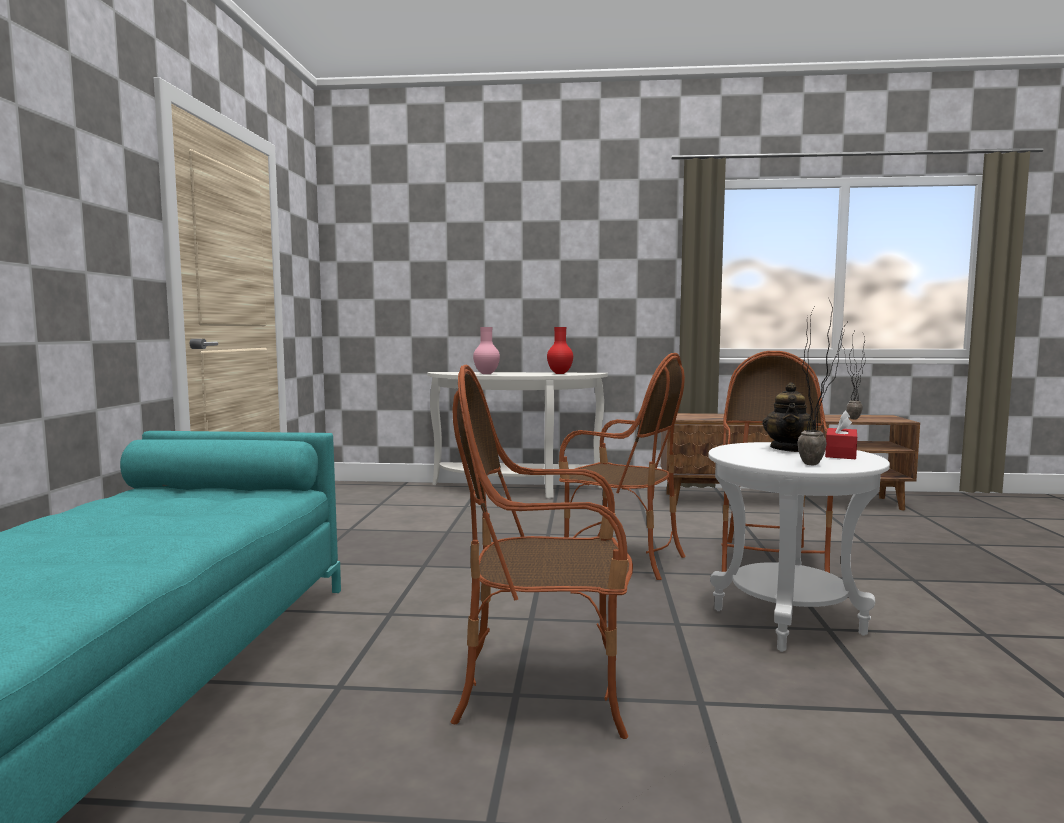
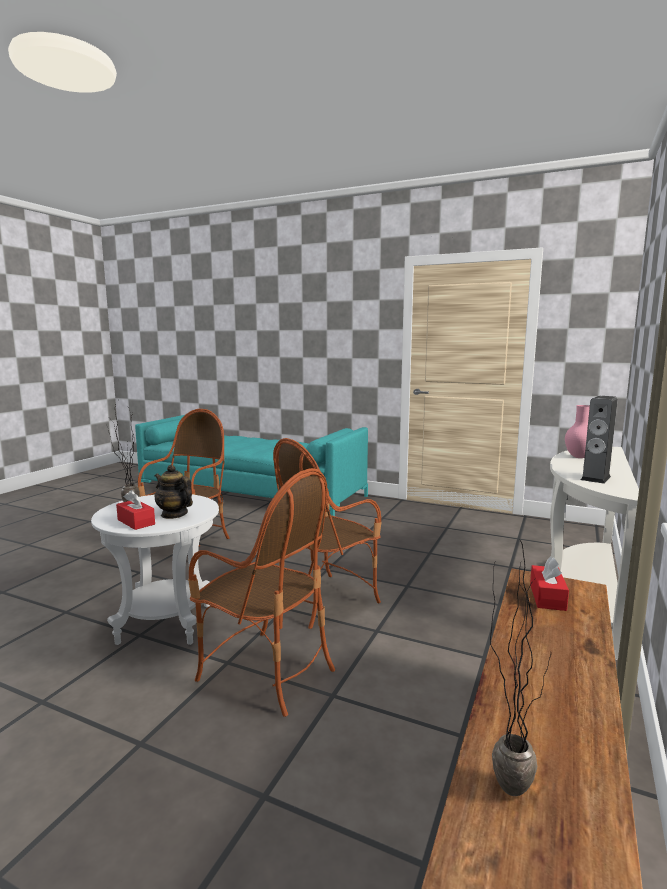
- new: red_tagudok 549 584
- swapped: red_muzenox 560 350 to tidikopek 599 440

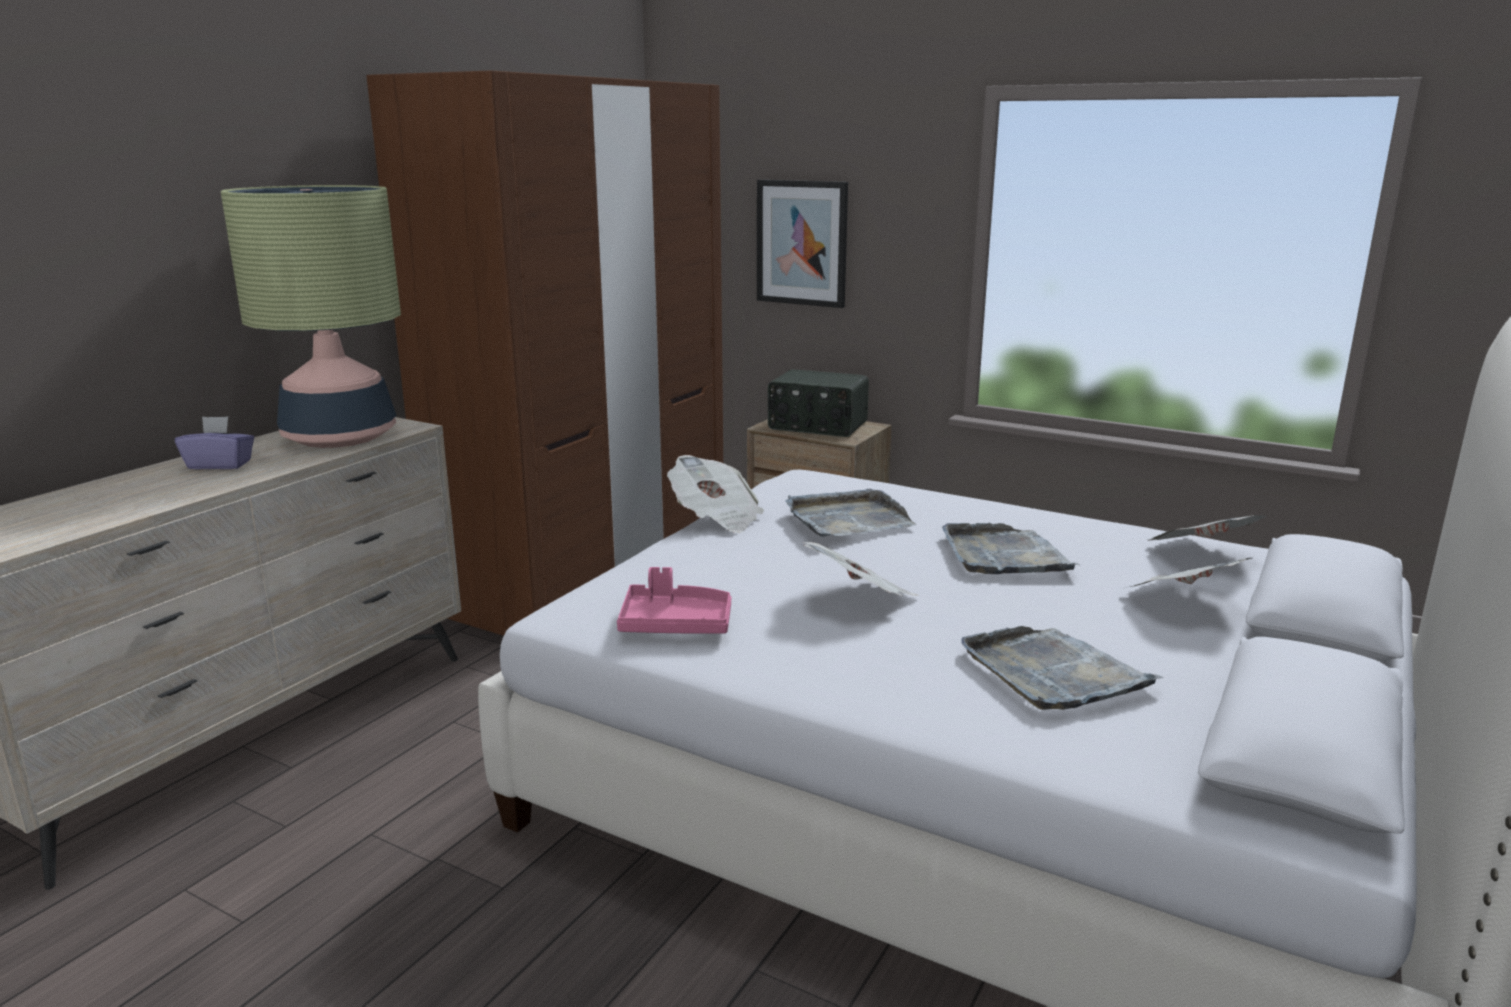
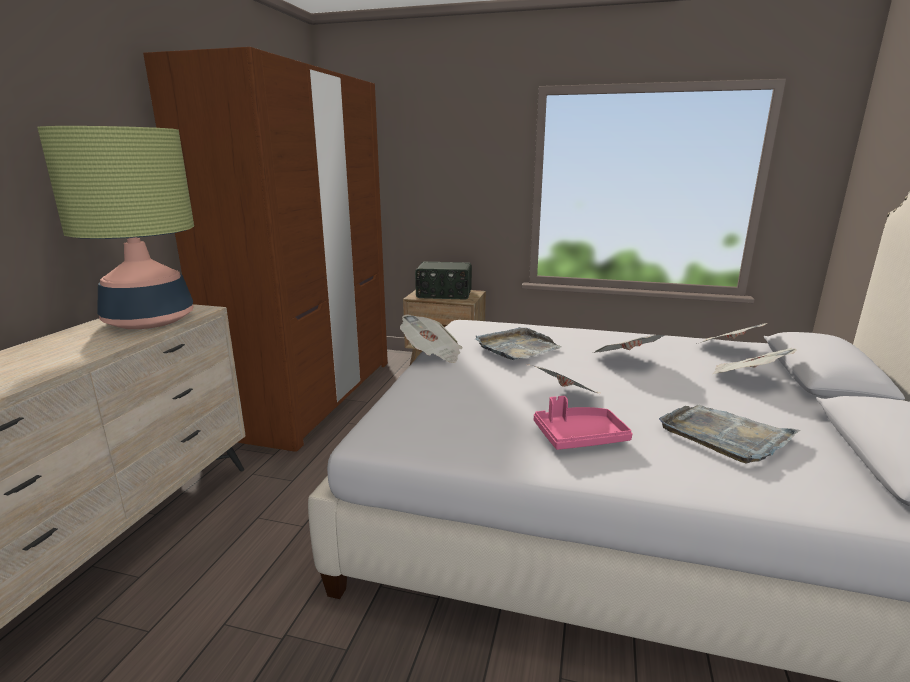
- shifted: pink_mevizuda 674 600 to 583 423
- swapped: grey_mevizuda 1010 548 to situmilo 628 344
- gone: purple_tagudok 214 442
- gone: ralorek 802 244

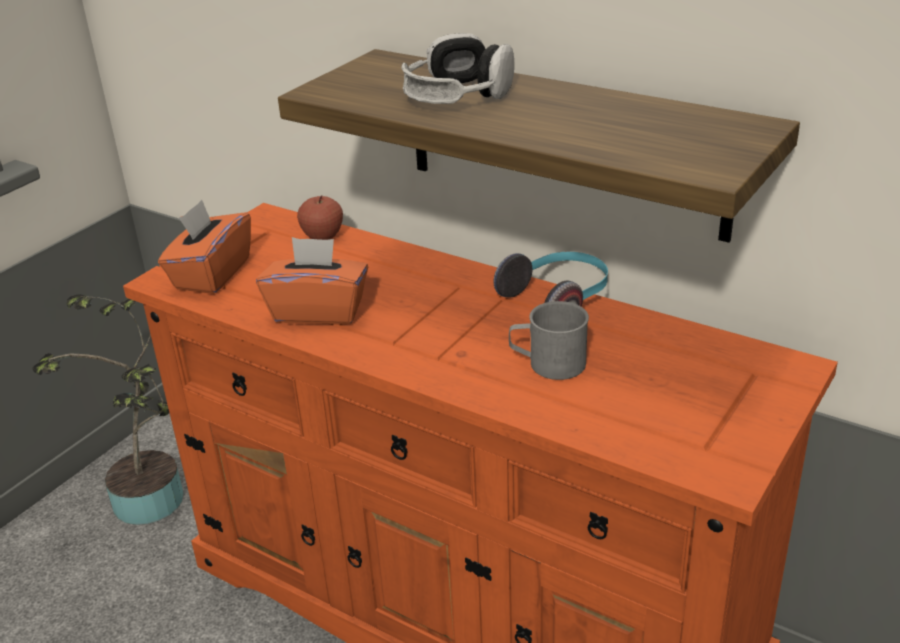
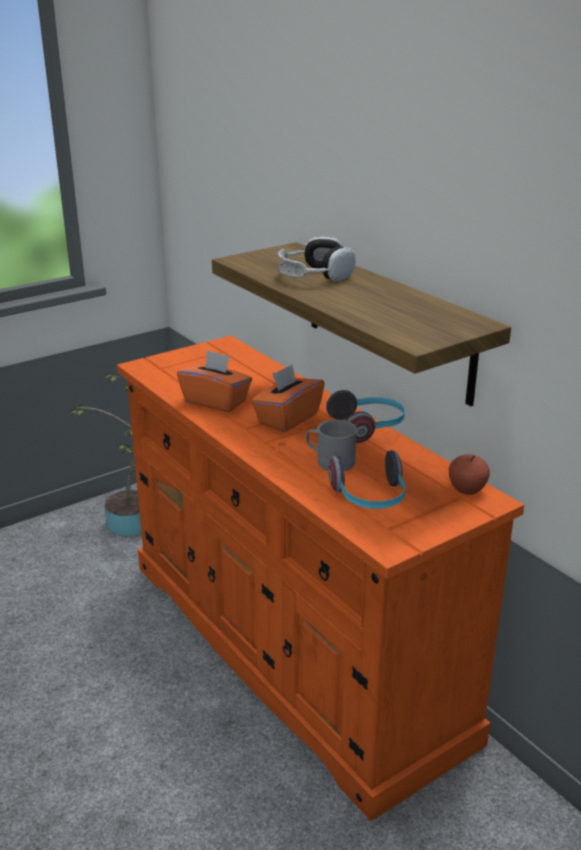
- shifted: orange_tagudok 204 247 to 288 398
- new: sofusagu 367 479
- shifted: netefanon 320 217 to 469 475

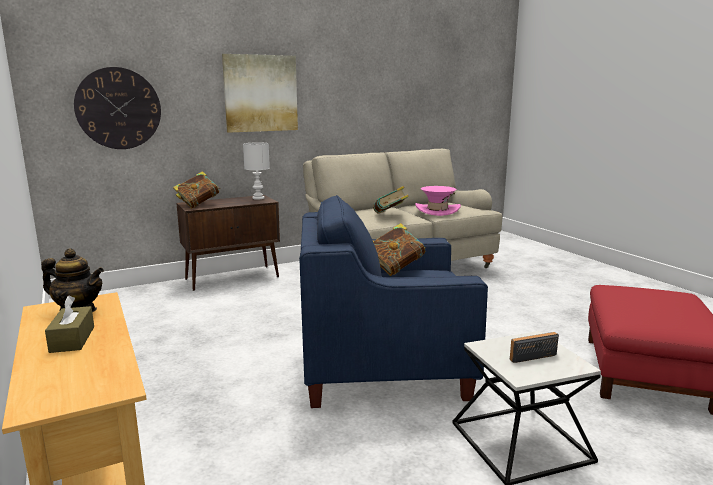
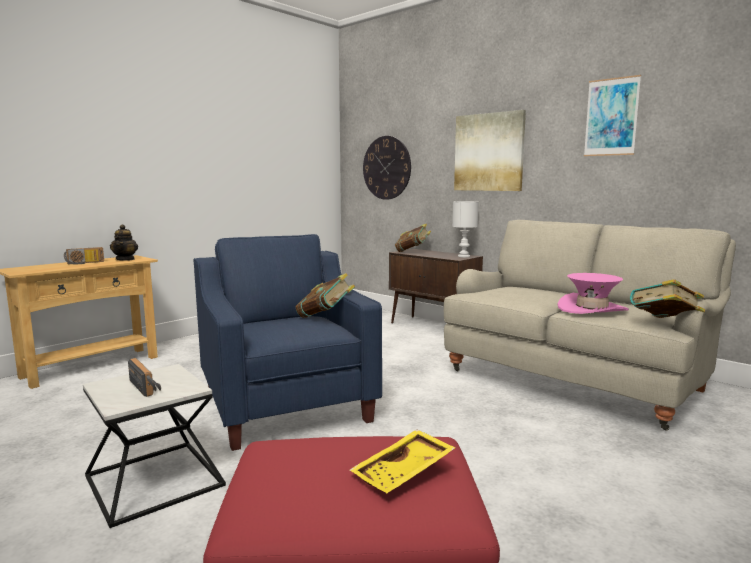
- swapped: brown_tagudok 69 324 to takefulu 84 255
- new: yellow_mevizuda 402 461
- new: ralorek 612 115
- shifted: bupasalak 391 199 to 667 298

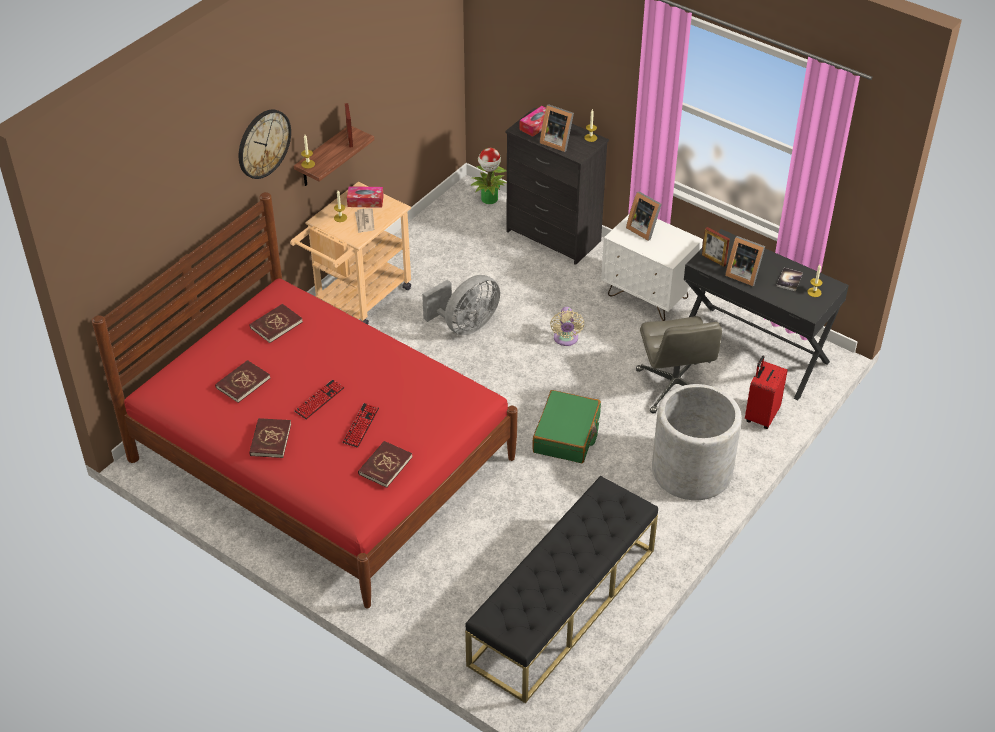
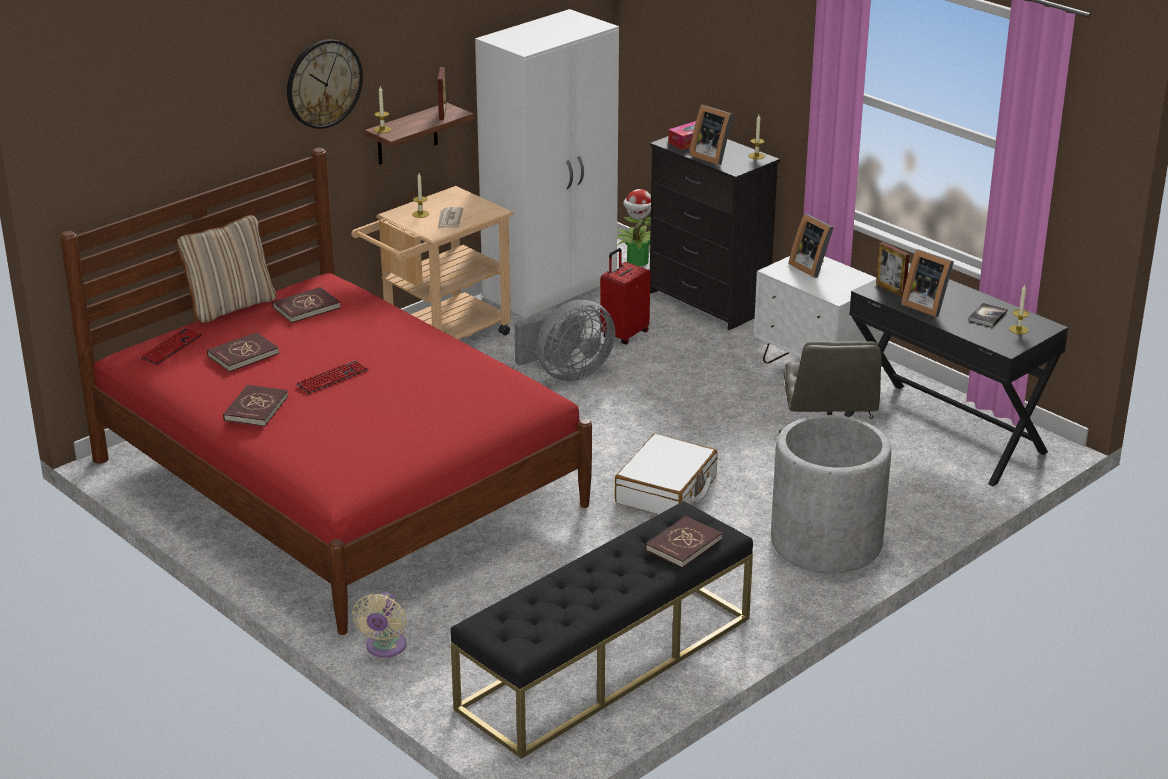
- shifted: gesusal 360 425 to 171 346
- new: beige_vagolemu 226 269
- shifted: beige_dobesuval 567 326 to 379 624
- new: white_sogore 547 164
- shifted: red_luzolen 766 392 to 625 296
- repainted: green_luzolen 566 426 to white_luzolen 666 474
- shifted: red_bupasalak 385 464 to 683 542
- gone: tagudok 365 197

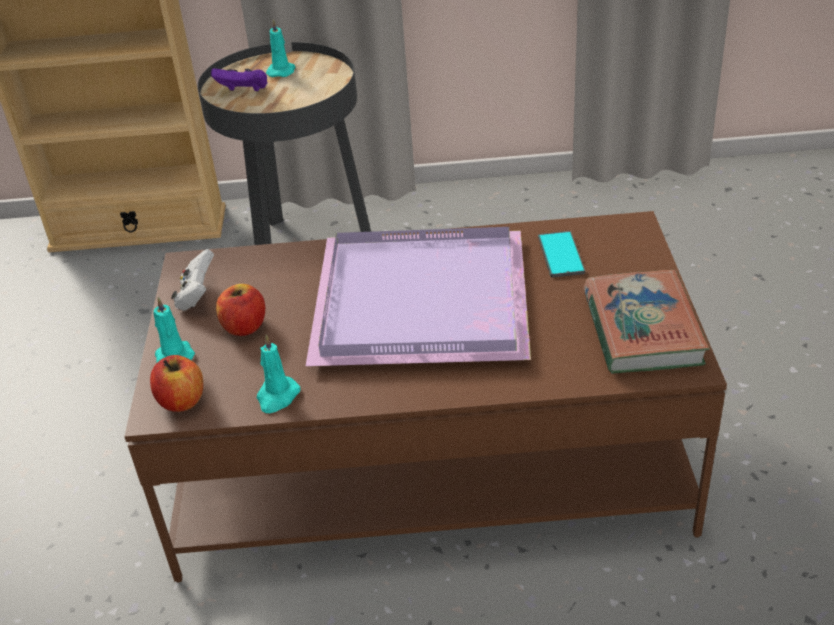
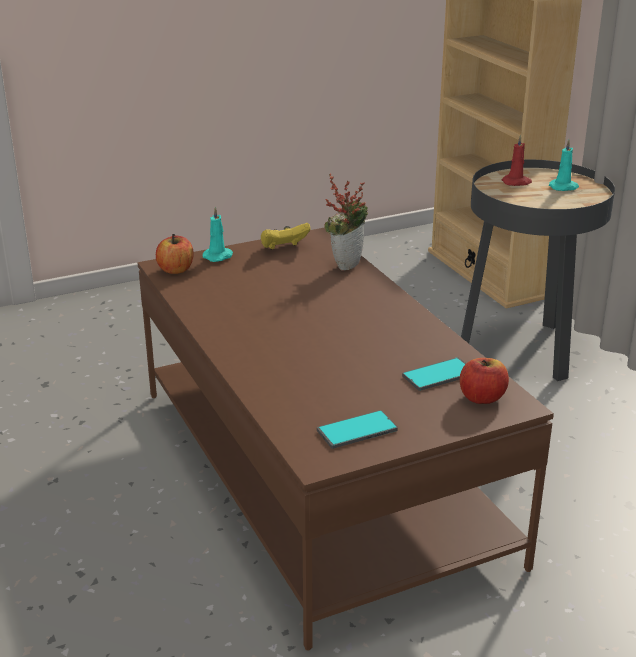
- repainted: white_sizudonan 192 280 to yellow_sizudonan 286 236
- swapped: bupasalak 647 322 to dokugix 357 429
- new: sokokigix 346 222
- shifted: netefanon 240 310 to 484 381
- swapped: purple_sizudonan 239 79 to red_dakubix 517 160
- gone: turquoise_dakubix 279 374
- gone: purple_mevizuda 418 296

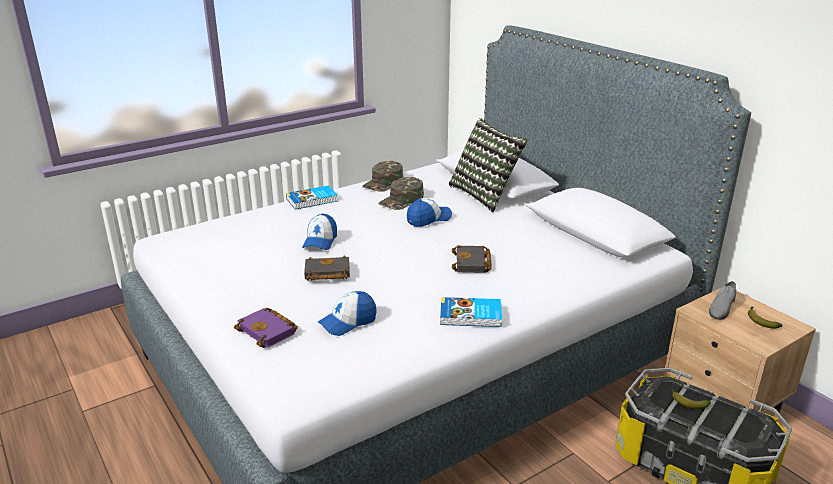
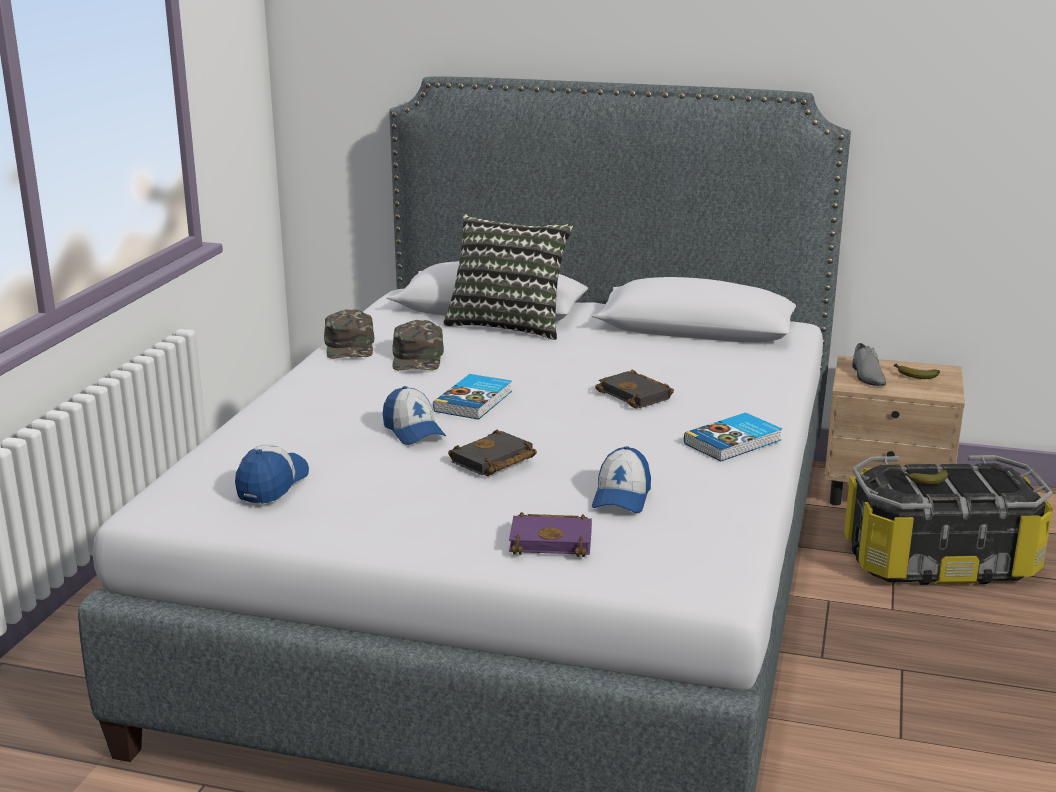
- shifted: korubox 429 212 to 272 474
- shifted: bupasalak 312 198 to 472 397

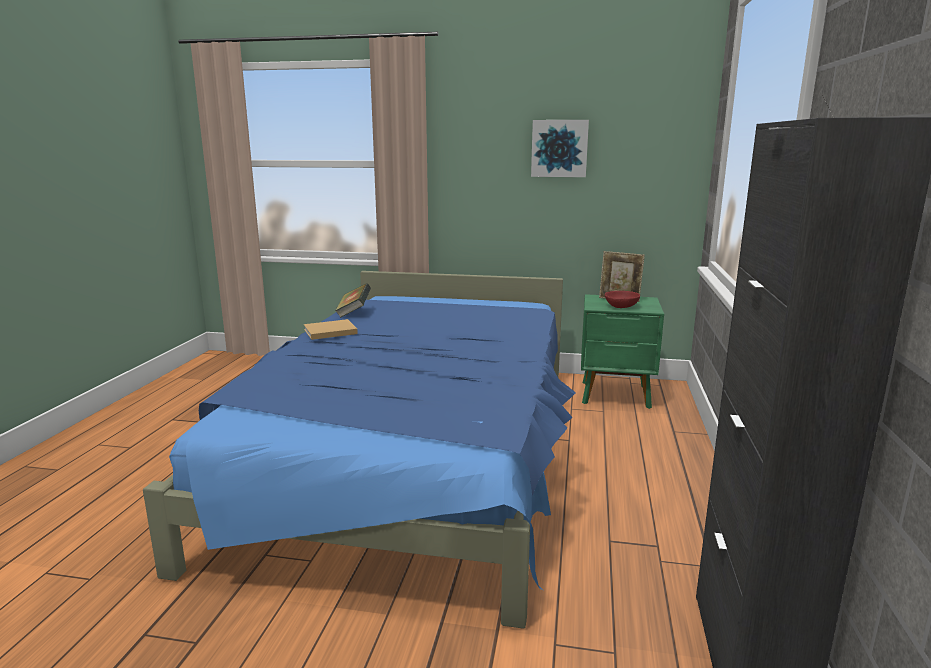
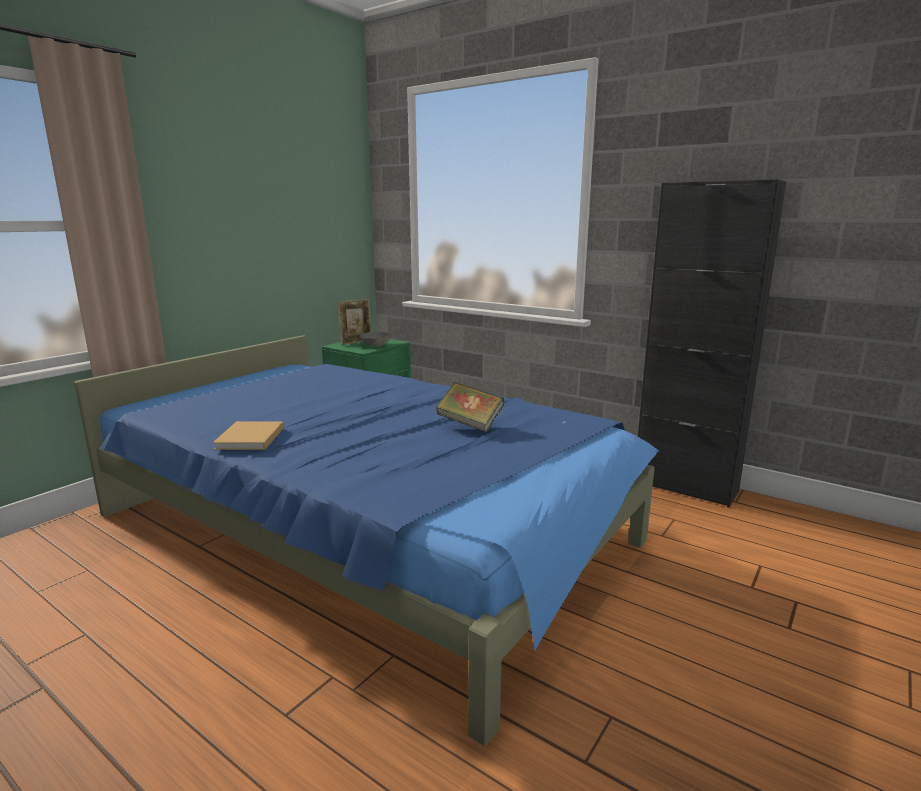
- repainted: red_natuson 622 299 to grey_natuson 375 339
- shifted: bupasalak 353 300 to 470 407
- gone: ralorek 560 148

